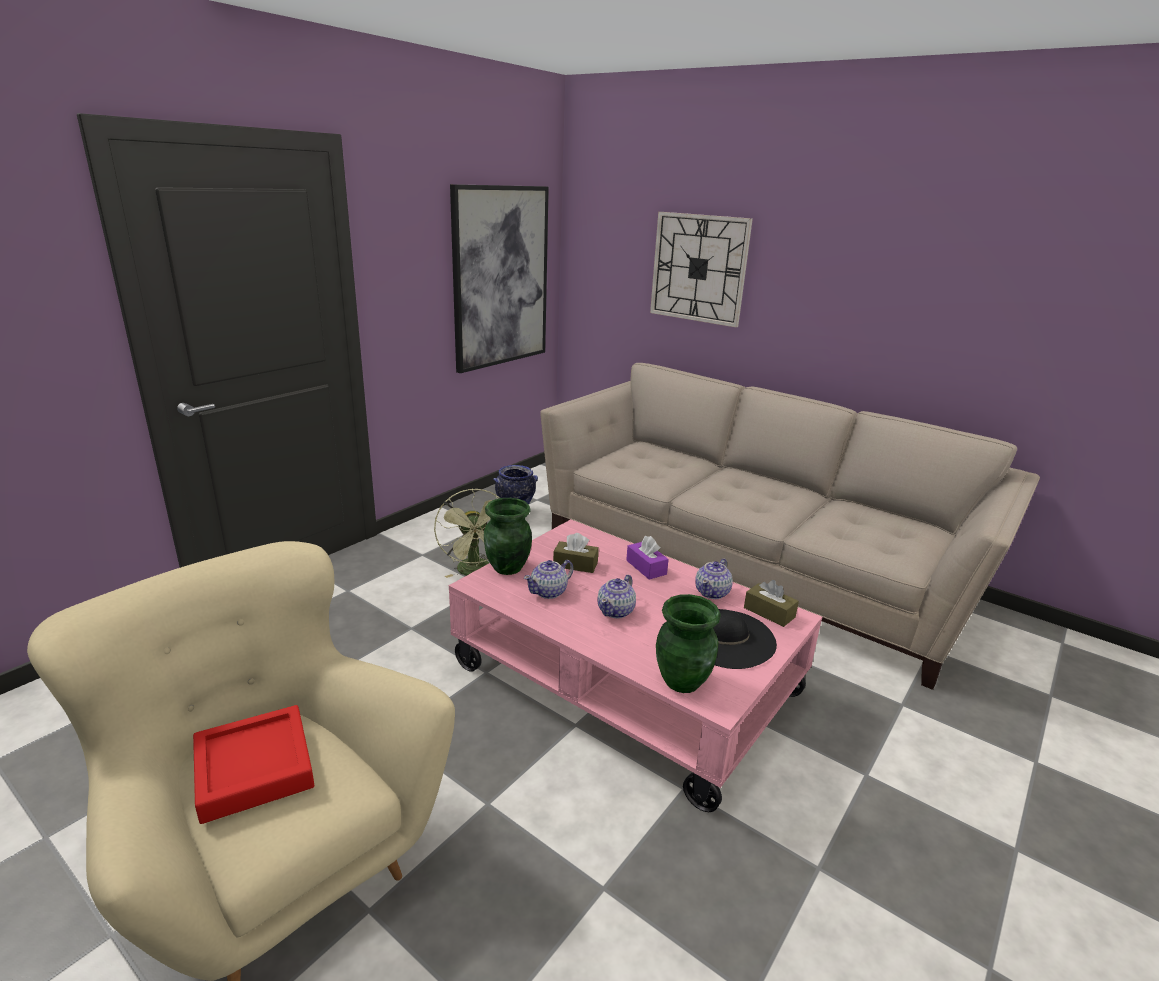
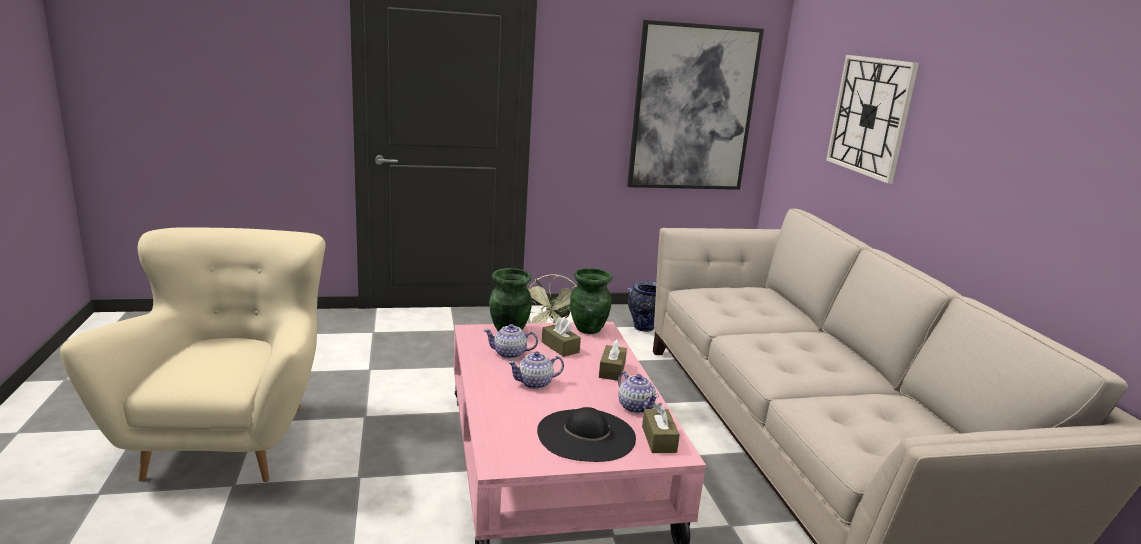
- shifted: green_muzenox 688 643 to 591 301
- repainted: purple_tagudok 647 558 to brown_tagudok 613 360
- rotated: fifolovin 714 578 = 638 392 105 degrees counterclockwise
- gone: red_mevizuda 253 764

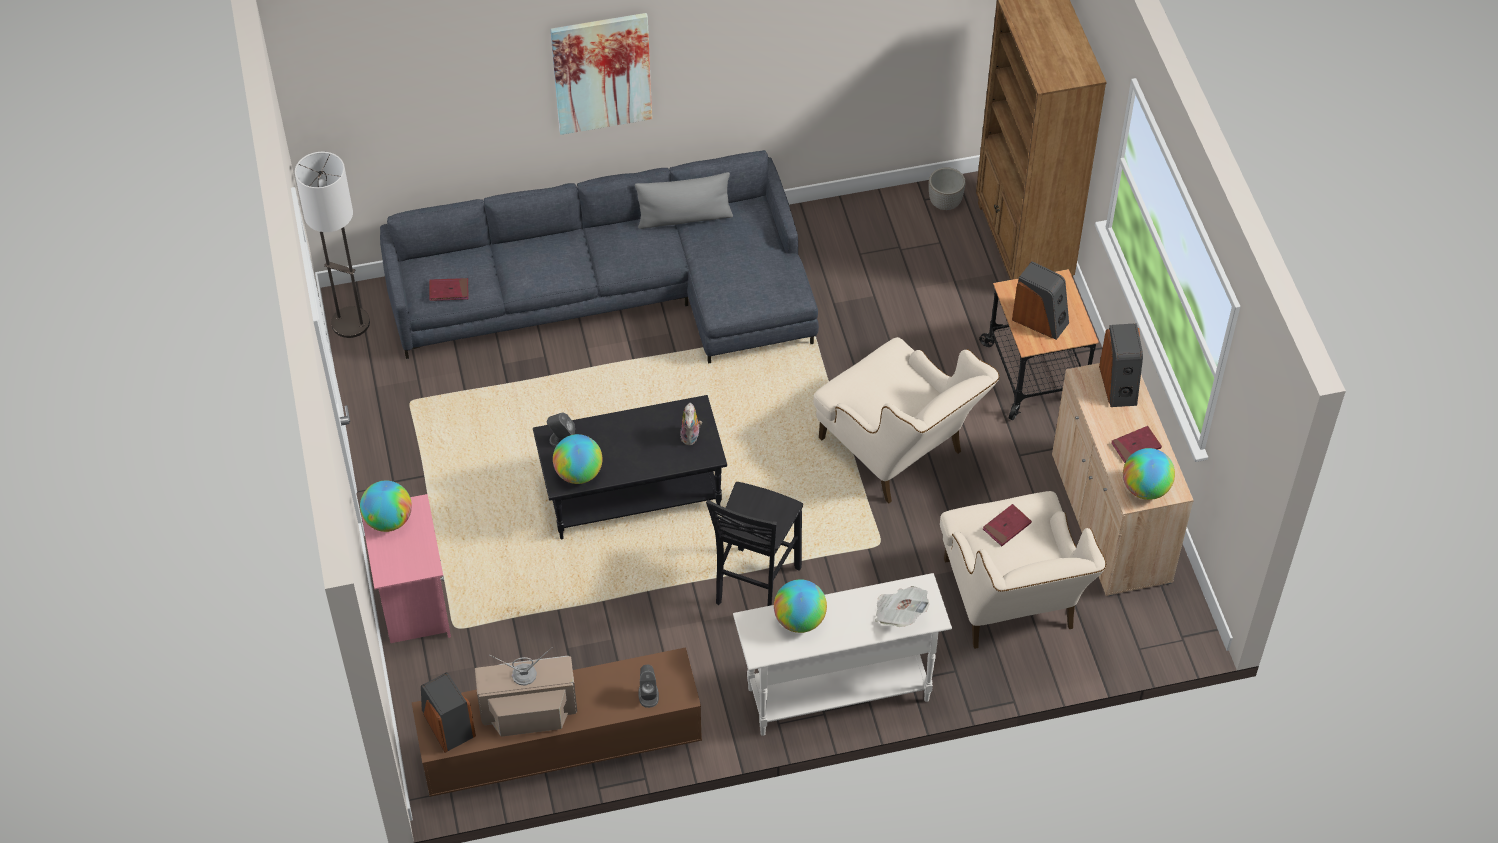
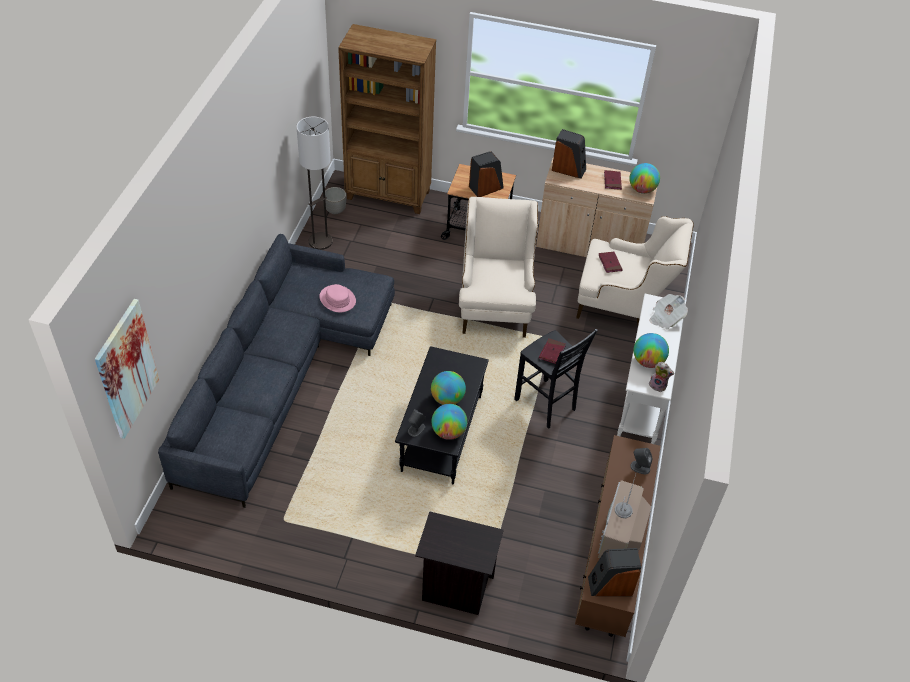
- shifted: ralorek 601 74 to 127 369
- shifted: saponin 332 244 to 314 183
- new: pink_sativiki 337 298
- repainted: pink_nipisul 406 568 to black_nipisul 459 563
- shifted: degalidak 386 506 to 448 388
- rotated: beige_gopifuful 906 420 = 498 267 75 degrees counterclockwise
- shifted: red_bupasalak 448 289 to 552 351
- shifted: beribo 691 424 to 660 377
- gone: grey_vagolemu 684 200

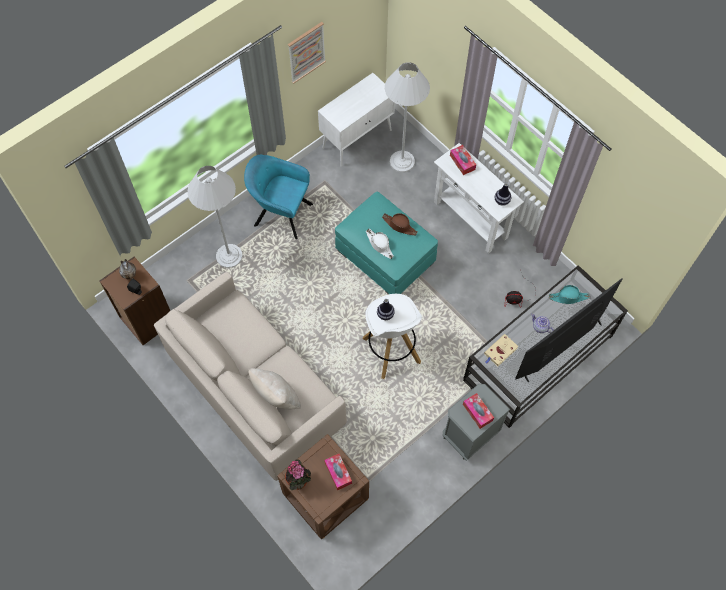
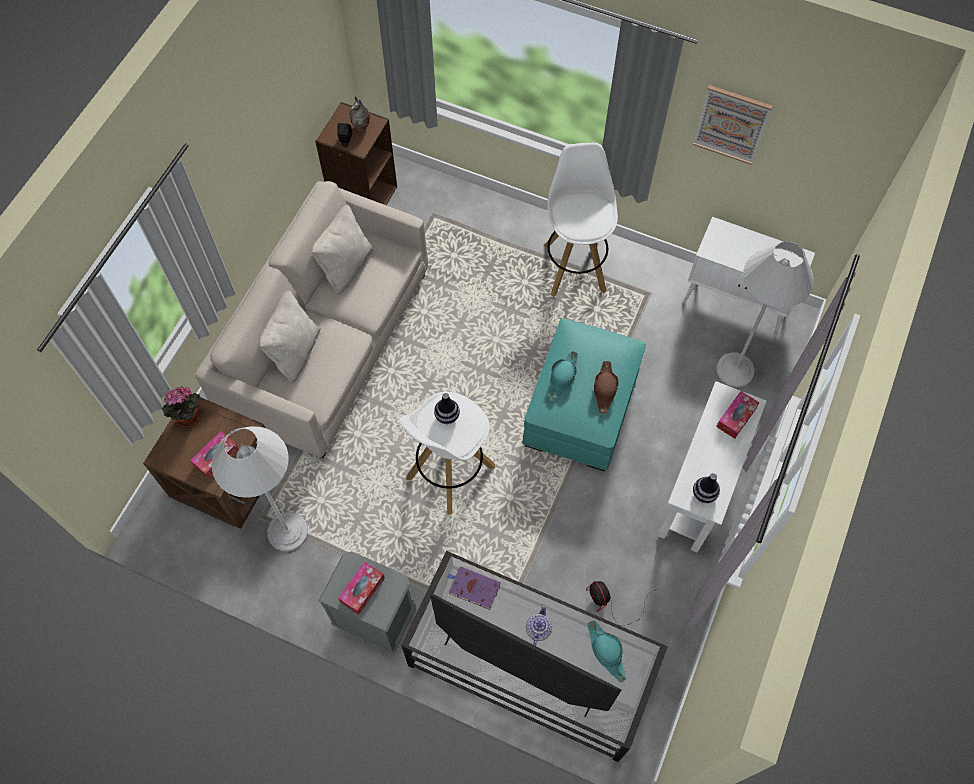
- shifted: white_saponin 215 217 to 260 489
- new: beige_vagolemu 343 250
- repainted: beige_bupasalak 501 350 to purple_bupasalak 474 588
- swapped: turquoise_gopifuful 278 197 to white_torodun 581 219
- repainted: white_sativiki 380 244 to turquoise_sativiki 563 375

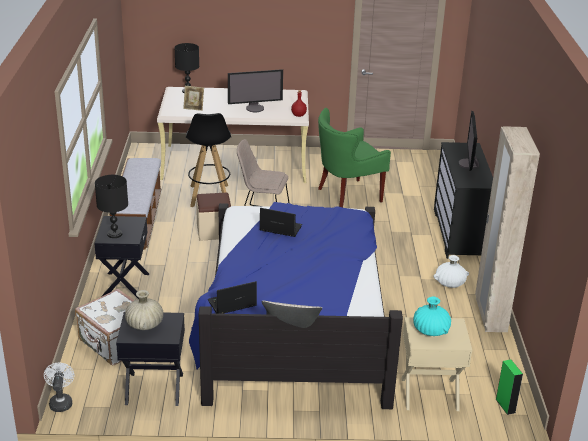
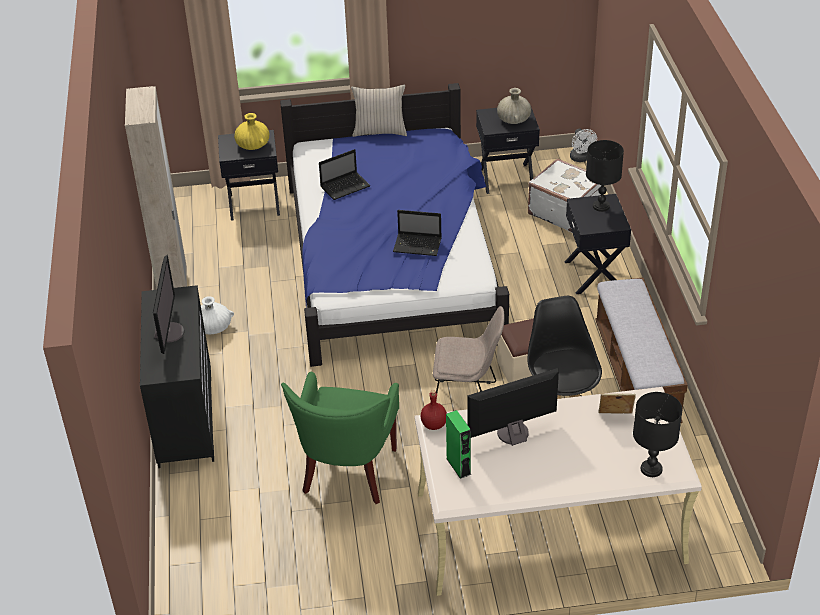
- repainted: beige_nipisul 436 364 to black_nipisul 249 175
- repainted: turquoise_muzenox 432 316 to yellow_muzenox 251 131
- rotated: green_gopifuful 354 158 = 340 438 135 degrees clockwise
- shifted: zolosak 232 297 to 345 174
- shifted: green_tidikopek 509 387 to 458 444

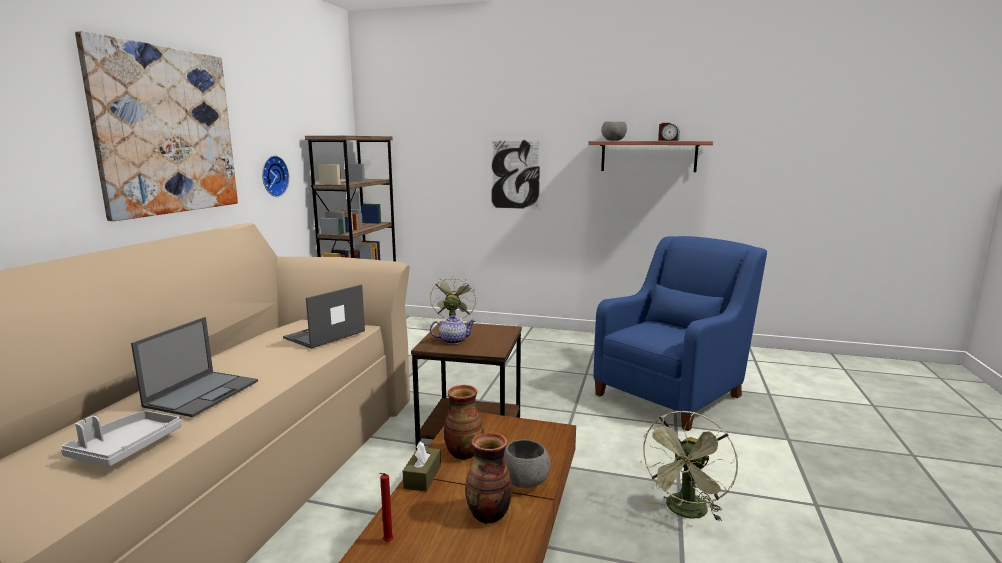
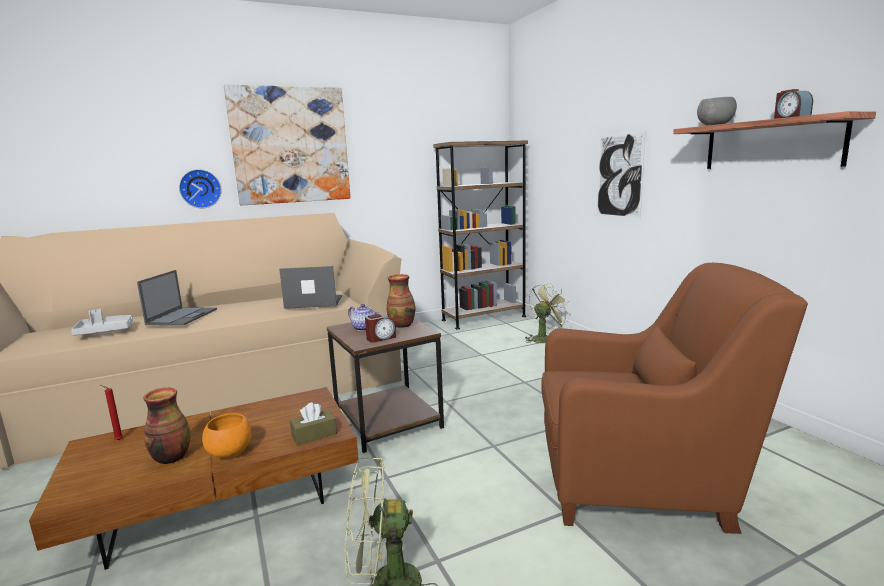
- rotated: zolosak 194 367 = 177 298 60 degrees counterclockwise
- shifted: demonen 275 176 to 200 188
- repainted: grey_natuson 527 463 to orange_natuson 226 435
- shifted: brown_tagudok 422 466 to 313 423
- new: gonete 380 328
- shifted: muzenox 463 422 to 401 301
- repainted: blue_gopifuful 680 333 to brown_gopifuful 674 398

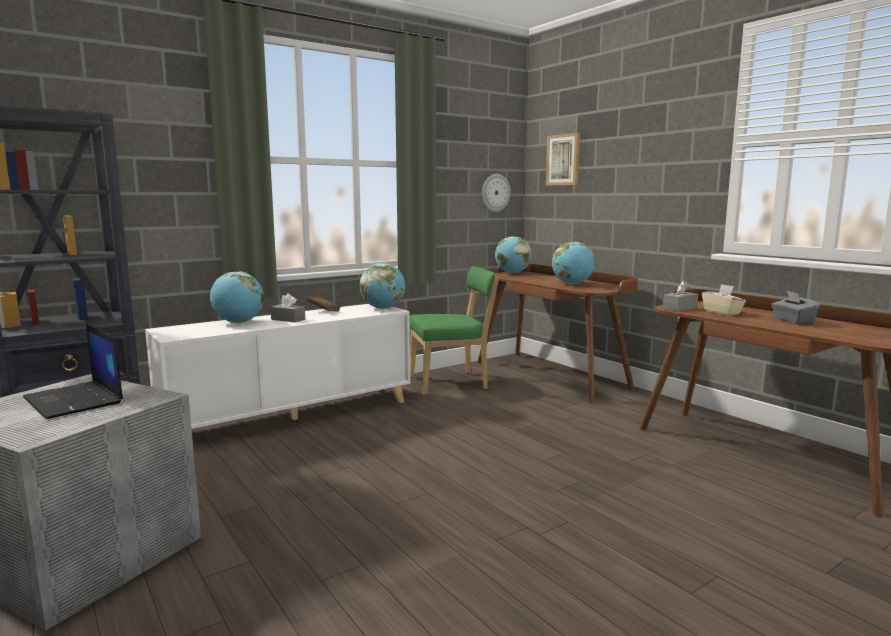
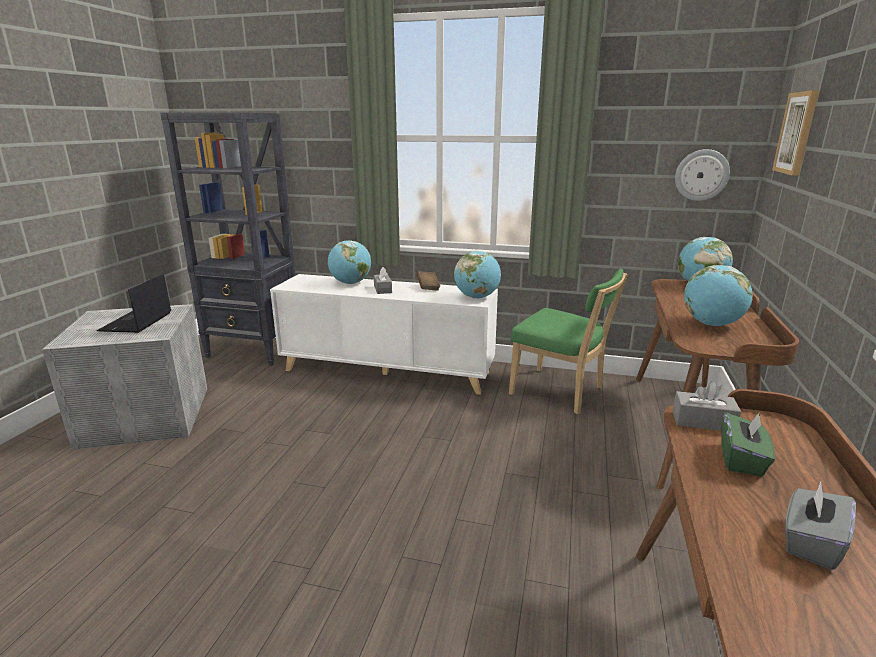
- repainted: beige_tagudok 724 300 to green_tagudok 748 444

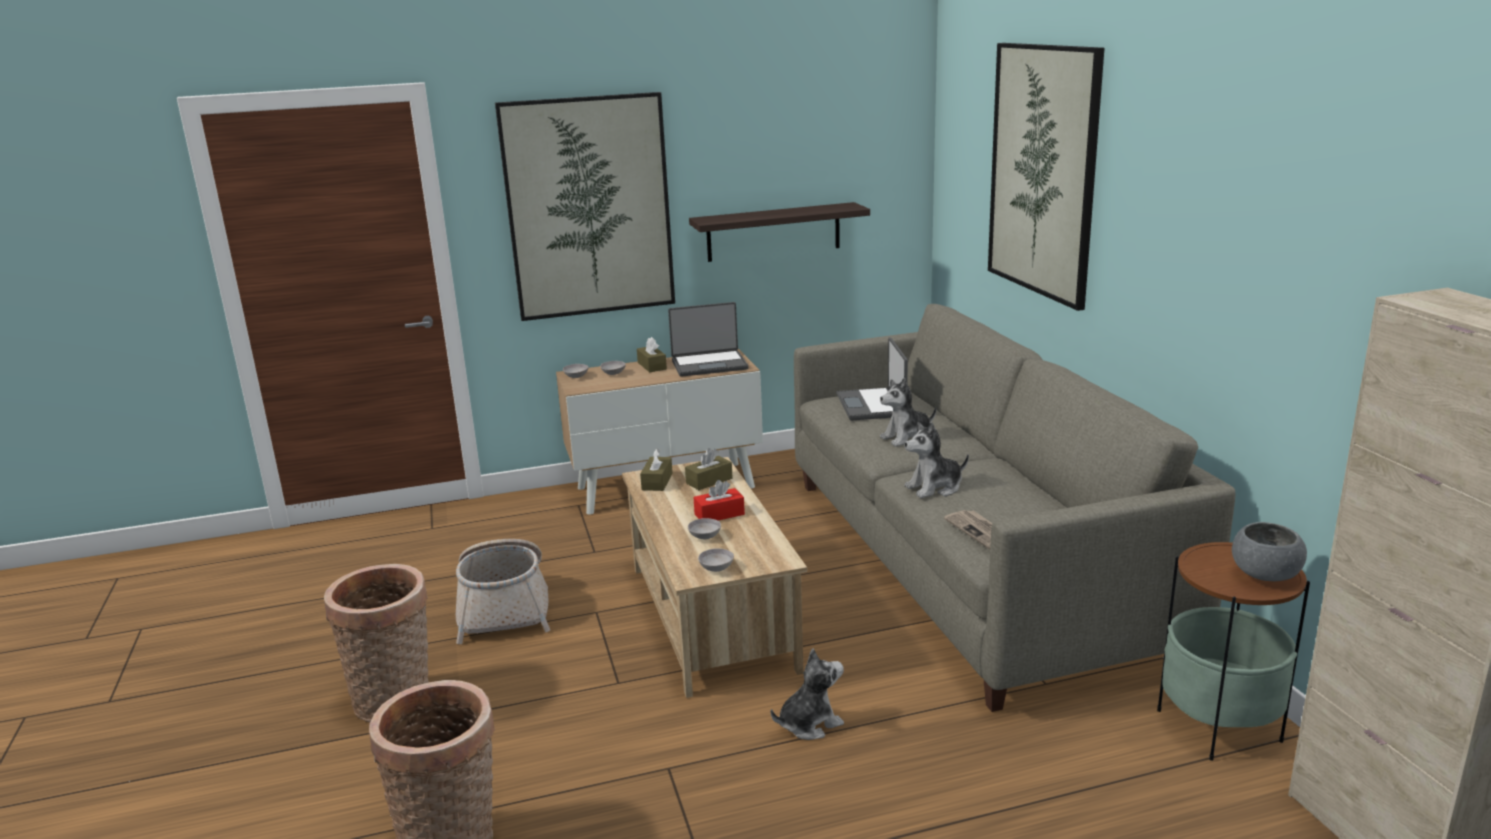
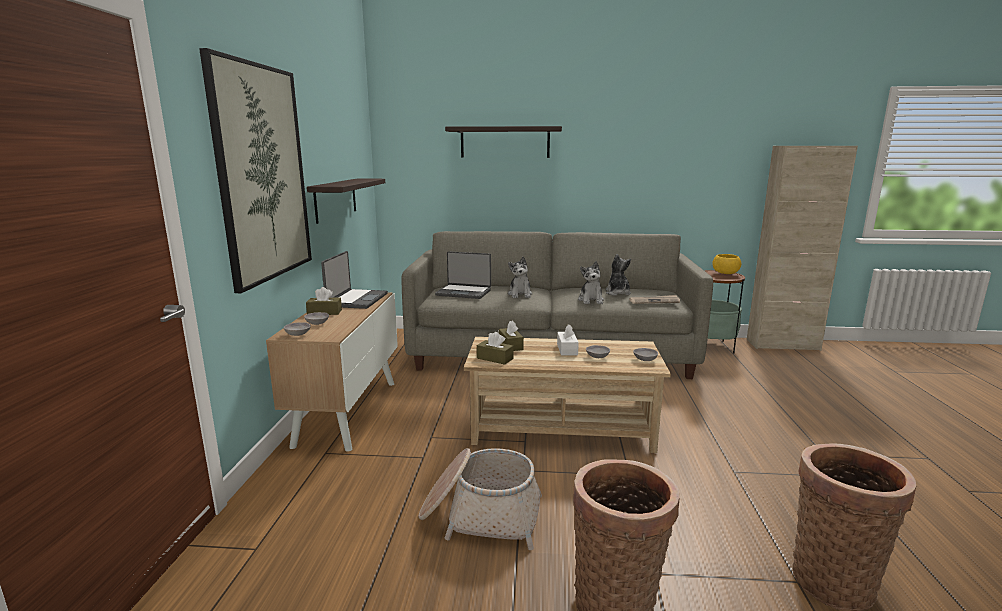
- swapped: ralorek 1046 177 to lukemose 503 142
- repainted: red_tagudok 719 500 to white_tagudok 568 340
- shifted: beribo 807 694 to 618 275
- repainted: grey_natuson 1269 551 to yellow_natuson 726 264

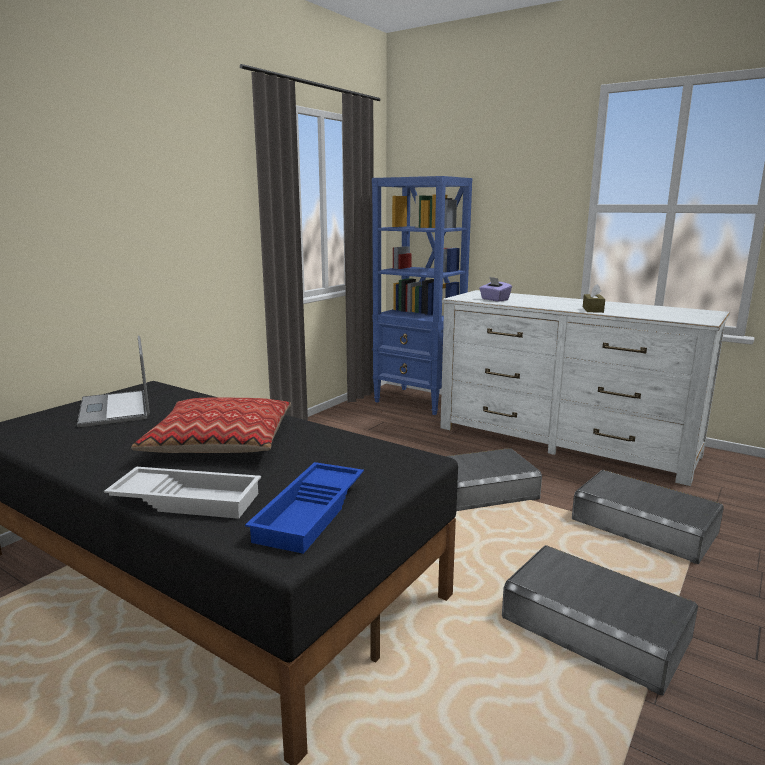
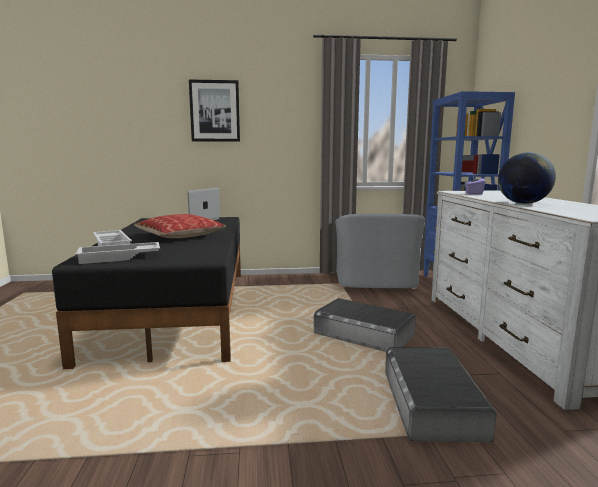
- repainted: blue_mevizuda 304 508 to white_mevizuda 118 253
- new: ralorek 214 111
- new: grey_gopifuful 380 251
- swapped: brown_tagudok 594 298 to degalidak 527 178
- gone: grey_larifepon 600 620

